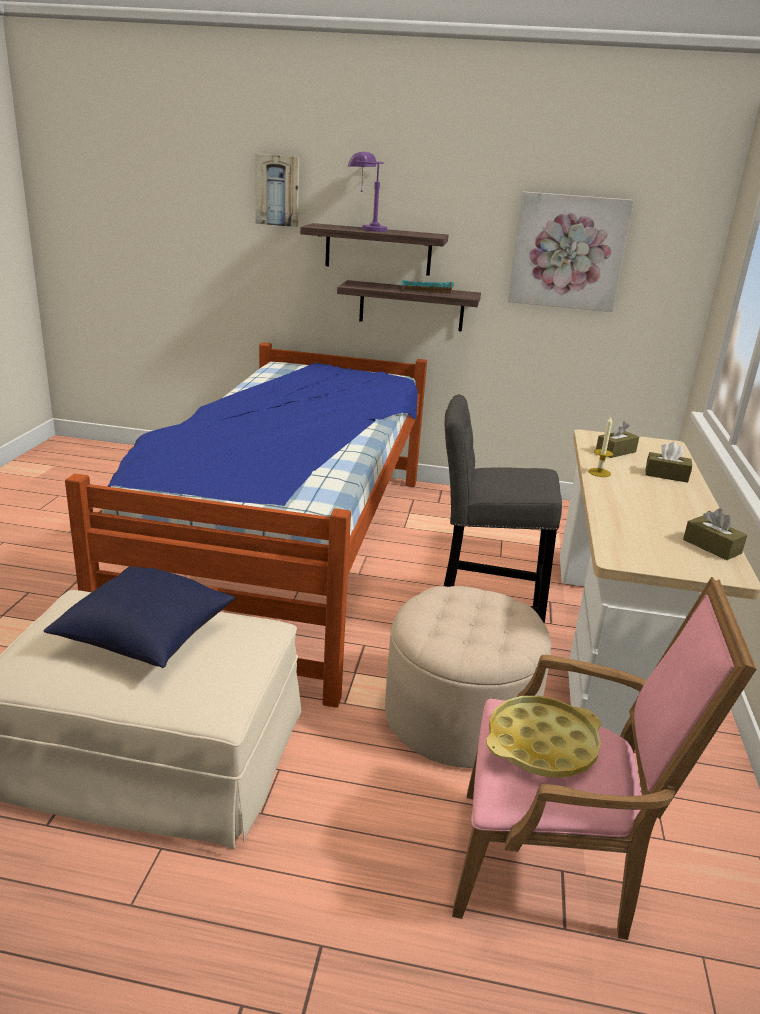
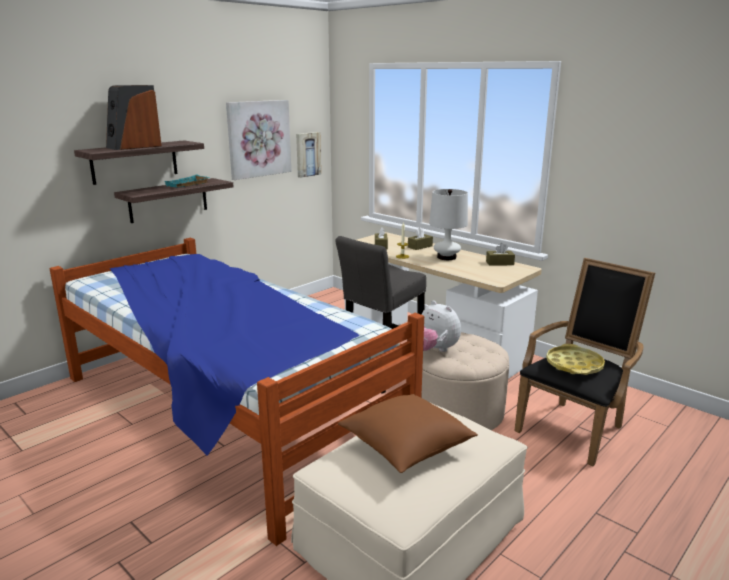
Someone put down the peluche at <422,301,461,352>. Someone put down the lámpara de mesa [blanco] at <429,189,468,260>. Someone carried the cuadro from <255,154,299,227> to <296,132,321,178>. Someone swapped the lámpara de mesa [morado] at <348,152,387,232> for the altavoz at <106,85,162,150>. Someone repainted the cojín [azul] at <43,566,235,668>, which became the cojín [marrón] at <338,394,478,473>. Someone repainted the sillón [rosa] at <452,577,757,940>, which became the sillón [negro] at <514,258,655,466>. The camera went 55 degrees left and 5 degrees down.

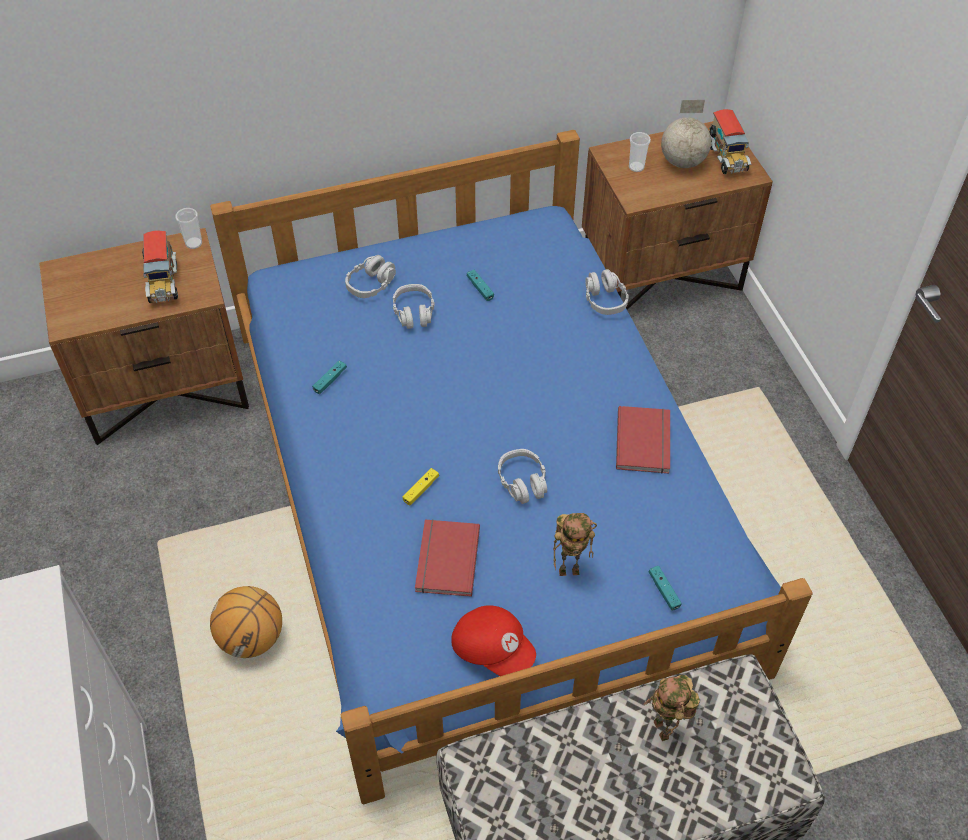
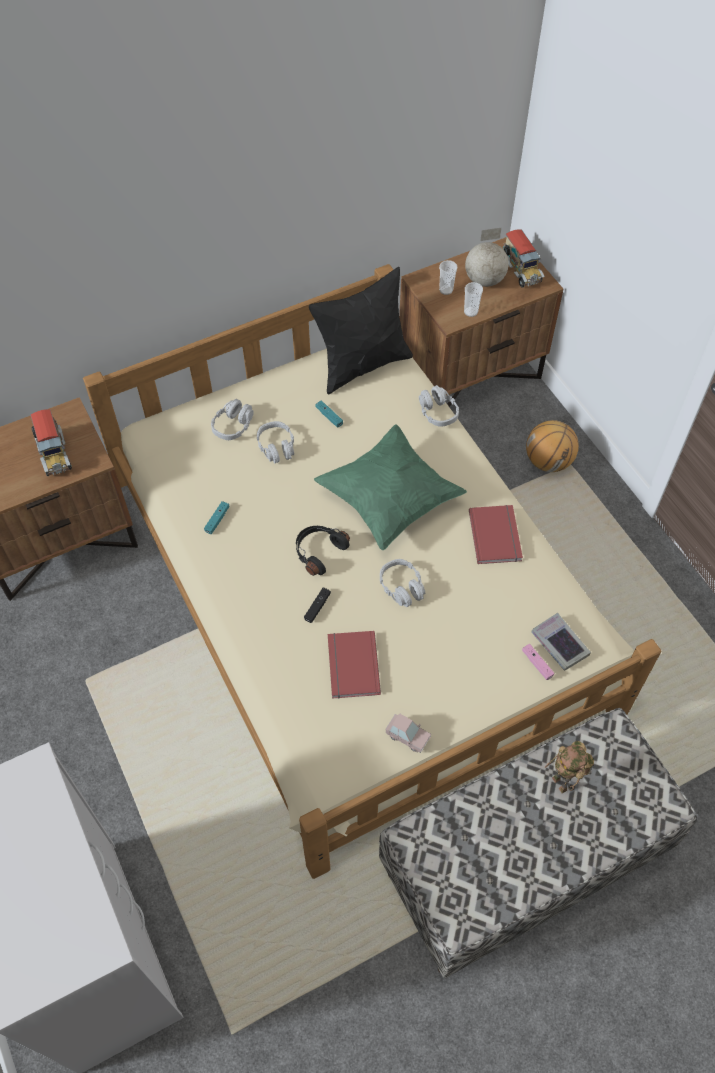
Someone took away the robot de juguete at <553,513,597,576>. Someone put down the auriculares [negro] at <296,526,350,576>. Someone put down the cojín [negro] at <309,267,413,395>. Someone put down the cojín [verde] at <314,424,467,550>. Someone put down the libro at <531,613,591,671>. Someone carried the taza from <175,208,202,249> to <464,282,483,317>. Someone carried the balón de baloncesto from <210,586,282,658> to <526,420,579,472>. Someone swapped the gorra [rojo] at <451,605,536,676> for the coche de juguete [rosa] at <385,713,431,753>. Someone repainted the cama [azul] at <210,130,813,804>, which became the cama [beis] at <83,264,662,879>. Someone repainted the mando de consola [amarillo] at <402,468,439,505>, which became the mando de consola [negro] at <304,588,331,623>. Someone repainted the mando de consola [turquesa] at <649,566,682,611>, which became the mando de consola [rosa] at <522,644,554,680>. The camera went 10 degrees left and 5 degrees up.

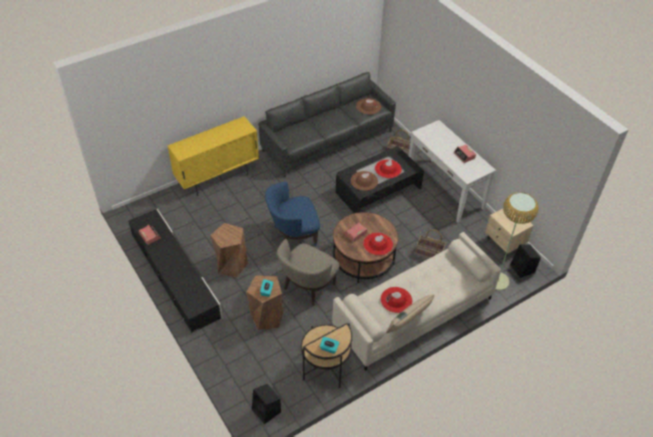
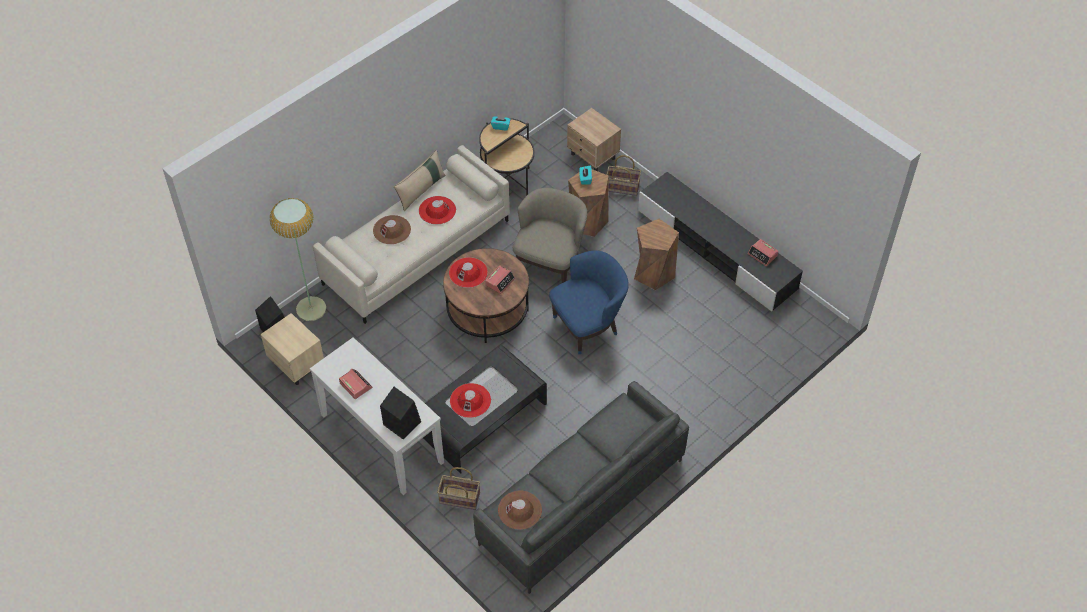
Someone took away the armario [amarillo] at <167,116,259,196>. Someone put down the mesita de noche [beis] at <567,108,621,171>. Someone carried the altavoz [negro] from <252,384,281,424> to <380,387,421,439>. Someone carried the sombrero [marrón] from <351,171,378,191> to <373,215,411,244>. Someone carried the cesta from <415,229,446,259> to <606,155,641,196>. The camera went 170 degrees right and 5 degrees up.

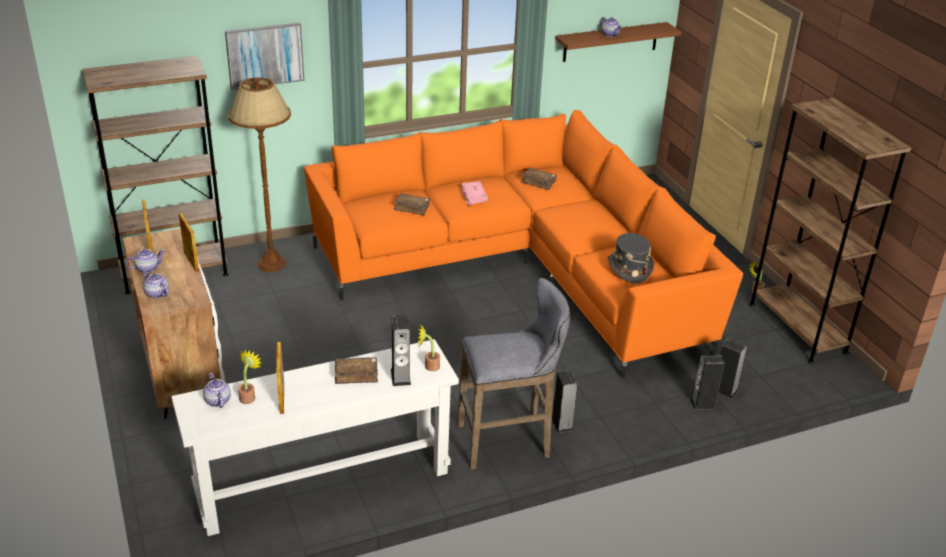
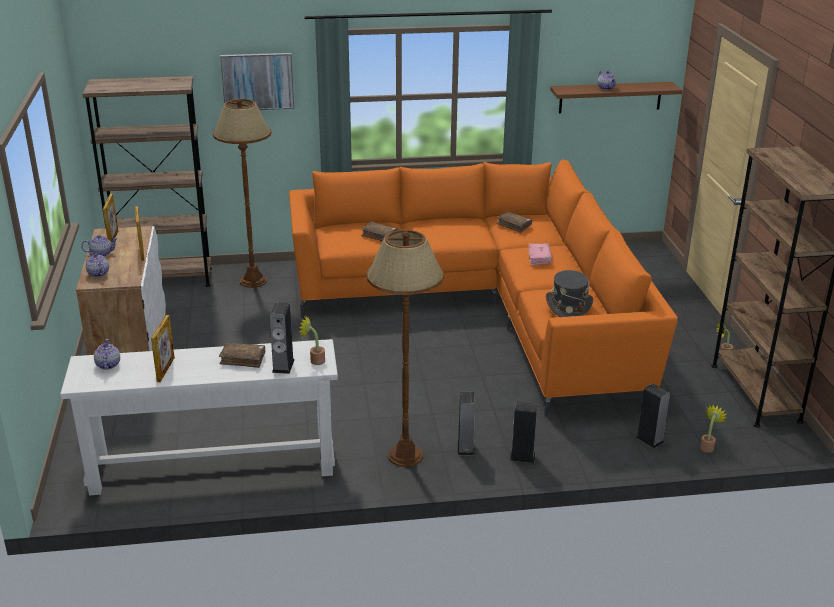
Someone carried the planta en maceta from <238,350,262,404> to <700,405,727,453>. Someone carried the libro [rosa] from <461,181,488,205> to <528,243,552,265>. Someone carried the altavoz from <690,355,724,410> to <510,402,538,463>. Someone swapped the taburete [gris] at <457,278,570,470> for the lámpara de pie [marrón] at <366,230,444,467>. The camera went 15 degrees right and 5 degrees down.

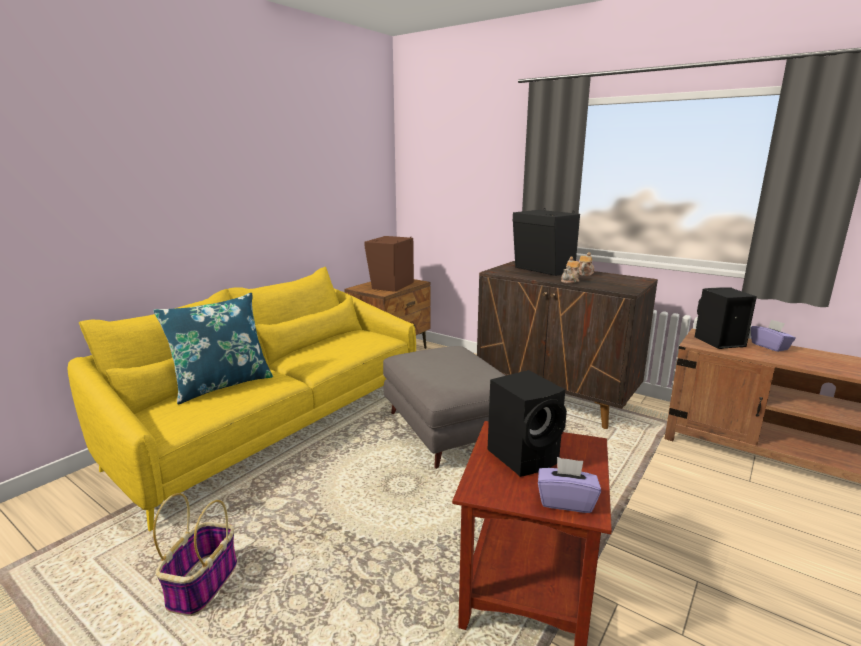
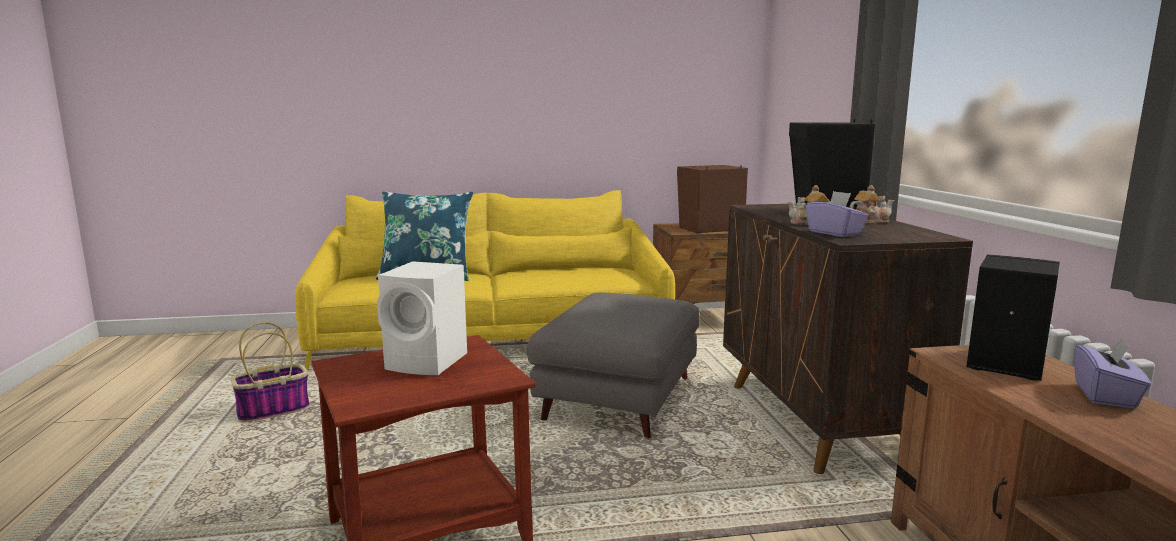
Someone carried the caja de pañuelos [morado] from <538,457,601,513> to <805,191,868,237>. Someone repainted the altavoz [negro] at <488,370,567,477>, which became the altavoz [blanco] at <377,261,467,375>. The camera went 45 degrees right and 5 degrees down.

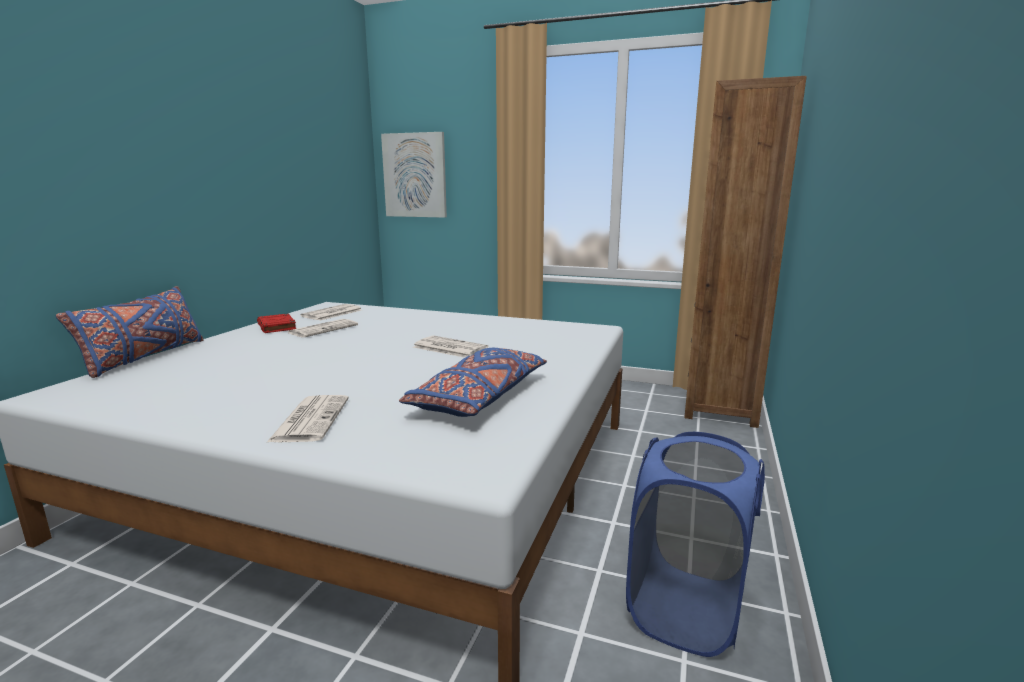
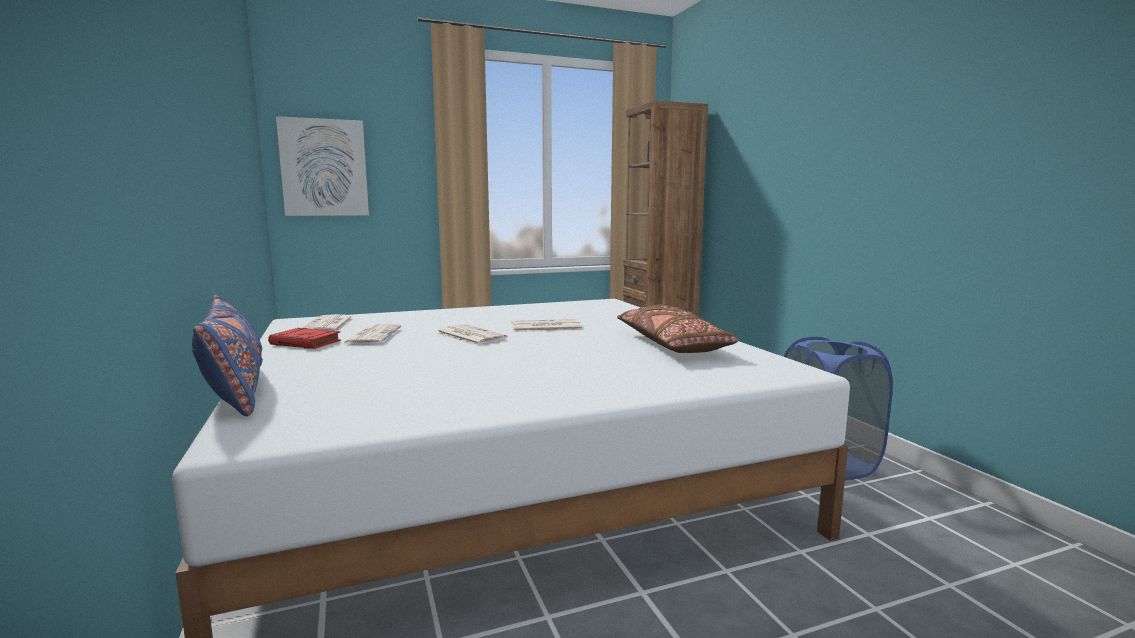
Someone carried the periódico from <266,395,349,443> to <436,324,507,346>. Someone repainted the cojín [azul] at <399,348,547,417>, which became the cojín [marrón] at <617,305,738,353>. The camera went 40 degrees left and 5 degrees down.

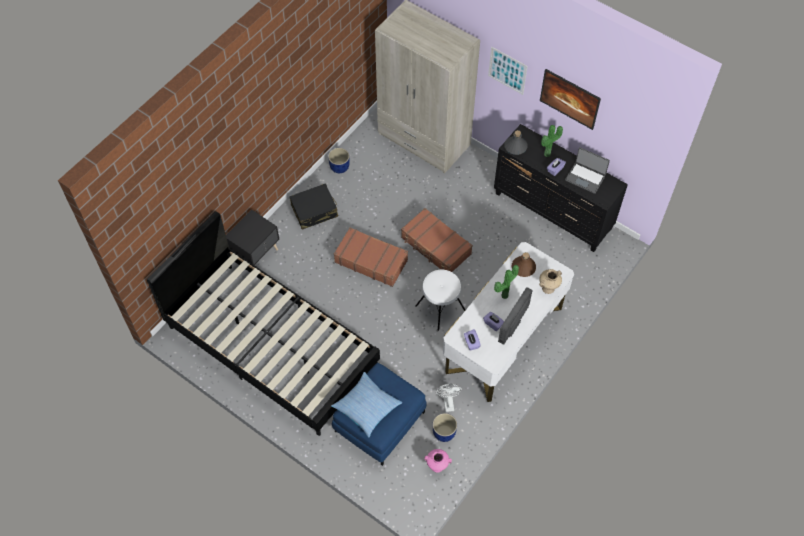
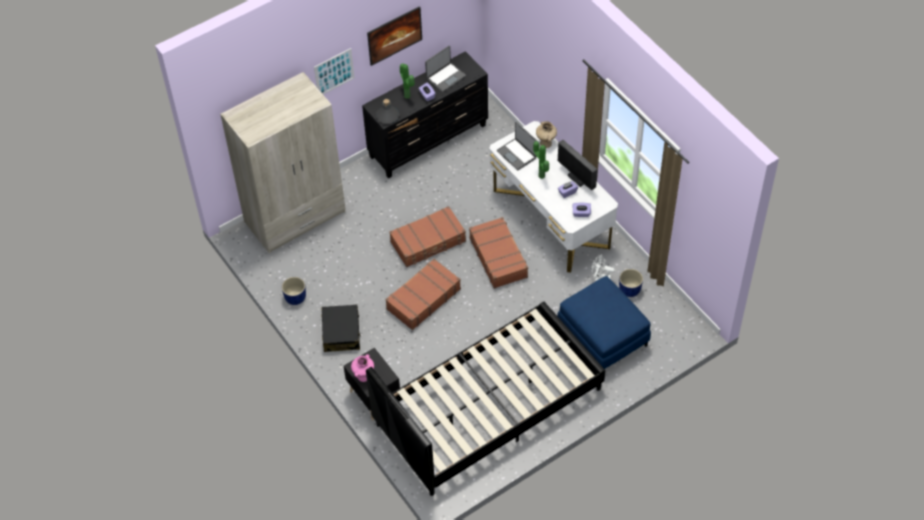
Someone took away the cojín at <331,372,402,438>. Someone carried the florero [rosa] from <424,449,452,473> to <351,354,374,382>. Someone swapped the taburete [blanco] at <415,270,465,331> for the maleta [marrón] at <469,217,528,289>. Someone swapped the botella [marrón] at <512,252,536,277> for the portátil at <497,122,538,170>. The camera went 70 degrees left and 5 degrees down.

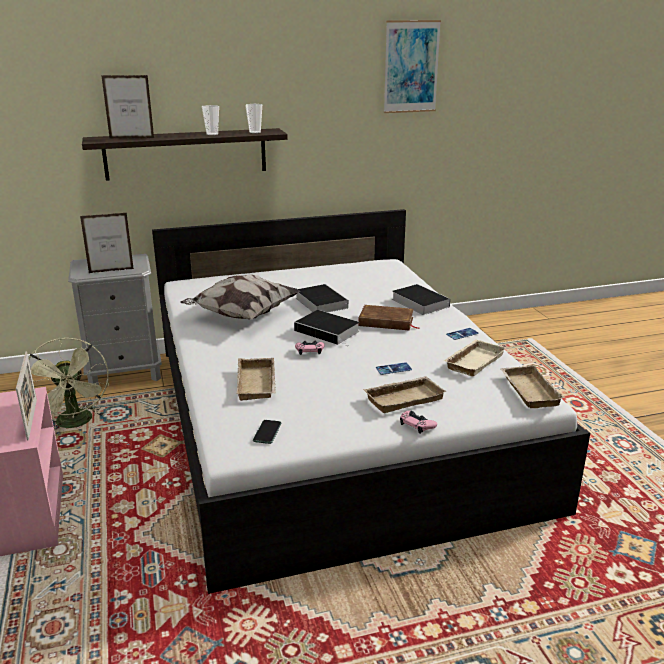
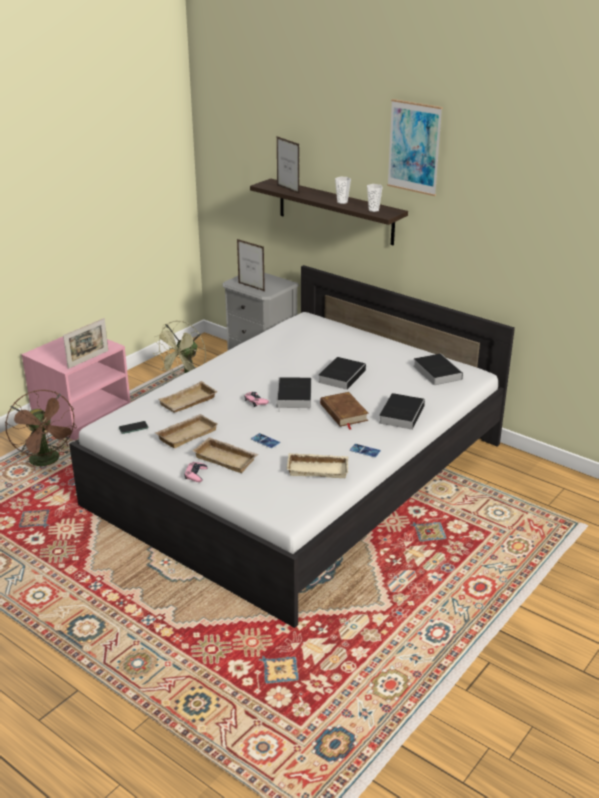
Someone took away the cojín at <180,275,300,319>. Someone put down the ventilador [marrón] at <5,390,77,472>. Someone put down the libro at <413,354,463,385>. Someone carried the cuadro from <384,20,441,113> to <387,99,442,196>. Someone carried the bandeja [beis] from <500,365,565,408> to <155,414,218,448>. The camera went 55 degrees right and 5 degrees up.

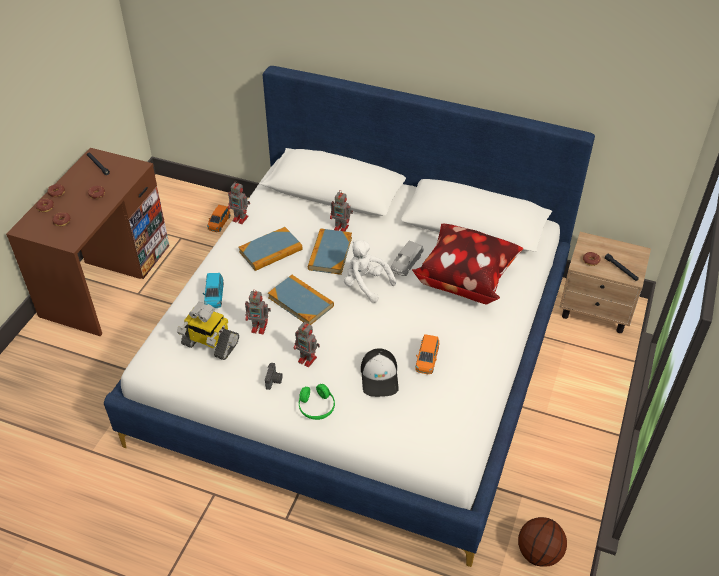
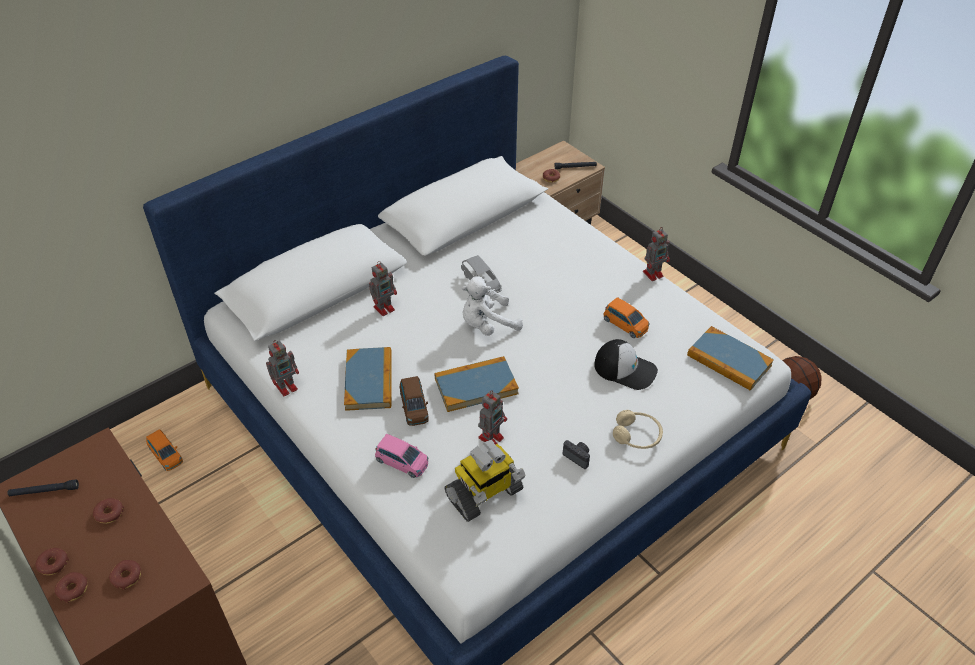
Someone took away the cojín at <411,224,523,304>. Someone put down the coche de juguete [marrón] at <400,376,429,426>. Someone carried the robot de juguete from <294,322,320,367> to <643,228,670,281>. Someone carried the libro from <308,228,352,275> to <687,326,774,391>. Someone repainted the coche de juguete [azul] at <203,273,224,308>, which became the coche de juguete [rosa] at <375,434,429,478>. Someone repainted the auriculares [verde] at <299,384,335,420>, which became the auriculares [beis] at <613,410,663,449>. The camera went 60 degrees left and 0 degrees up.

